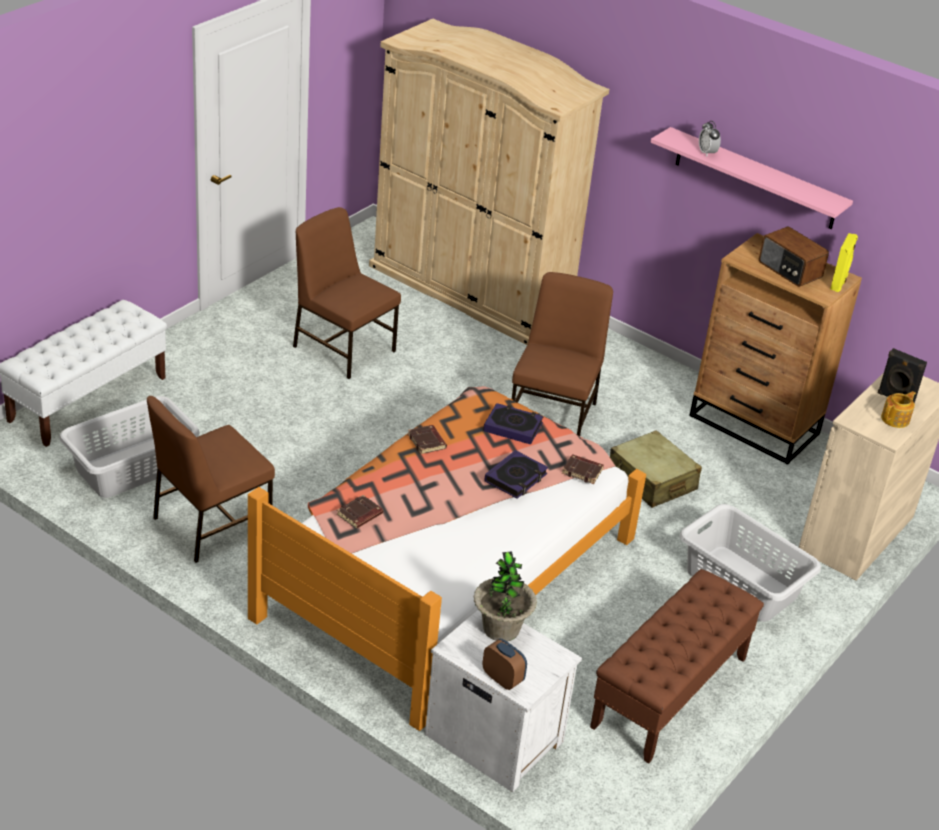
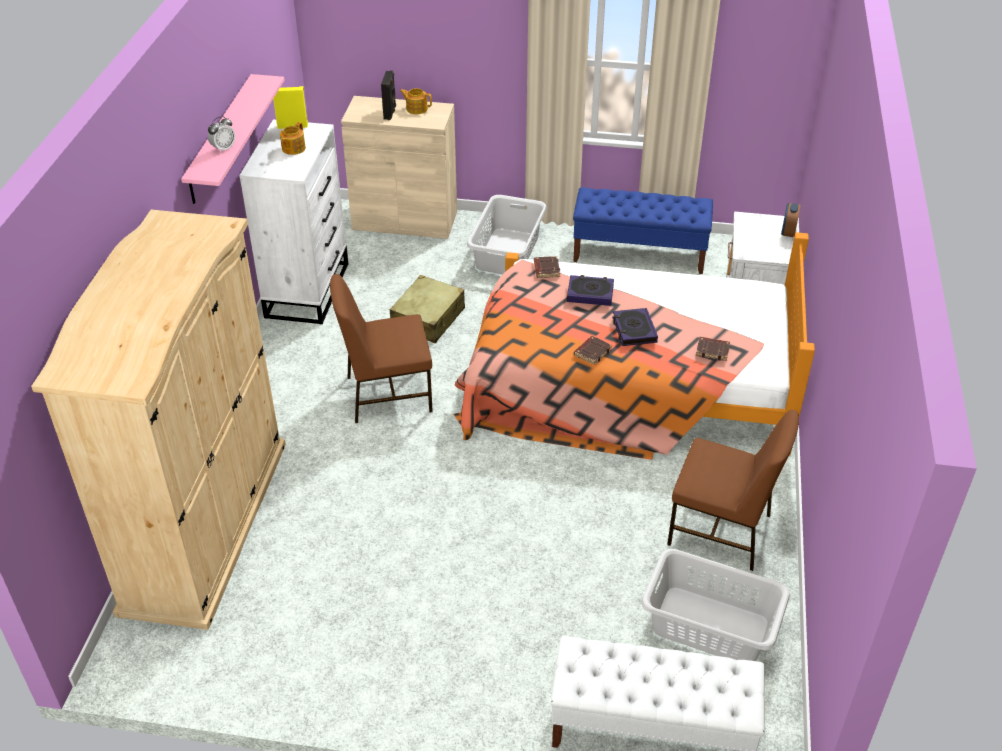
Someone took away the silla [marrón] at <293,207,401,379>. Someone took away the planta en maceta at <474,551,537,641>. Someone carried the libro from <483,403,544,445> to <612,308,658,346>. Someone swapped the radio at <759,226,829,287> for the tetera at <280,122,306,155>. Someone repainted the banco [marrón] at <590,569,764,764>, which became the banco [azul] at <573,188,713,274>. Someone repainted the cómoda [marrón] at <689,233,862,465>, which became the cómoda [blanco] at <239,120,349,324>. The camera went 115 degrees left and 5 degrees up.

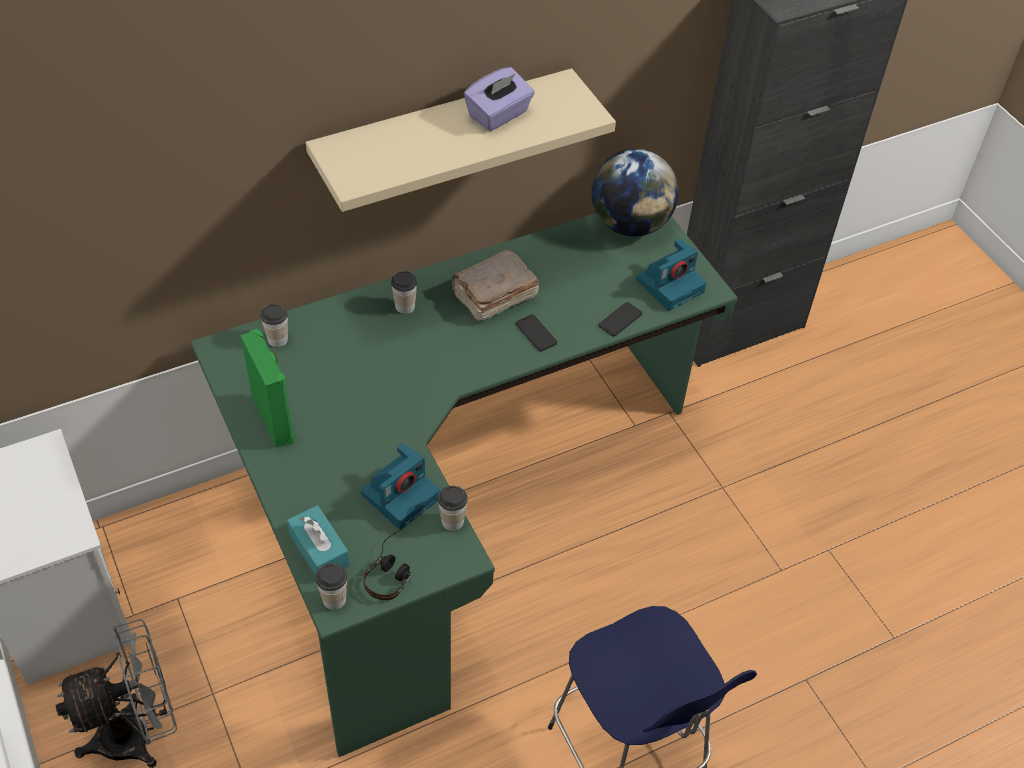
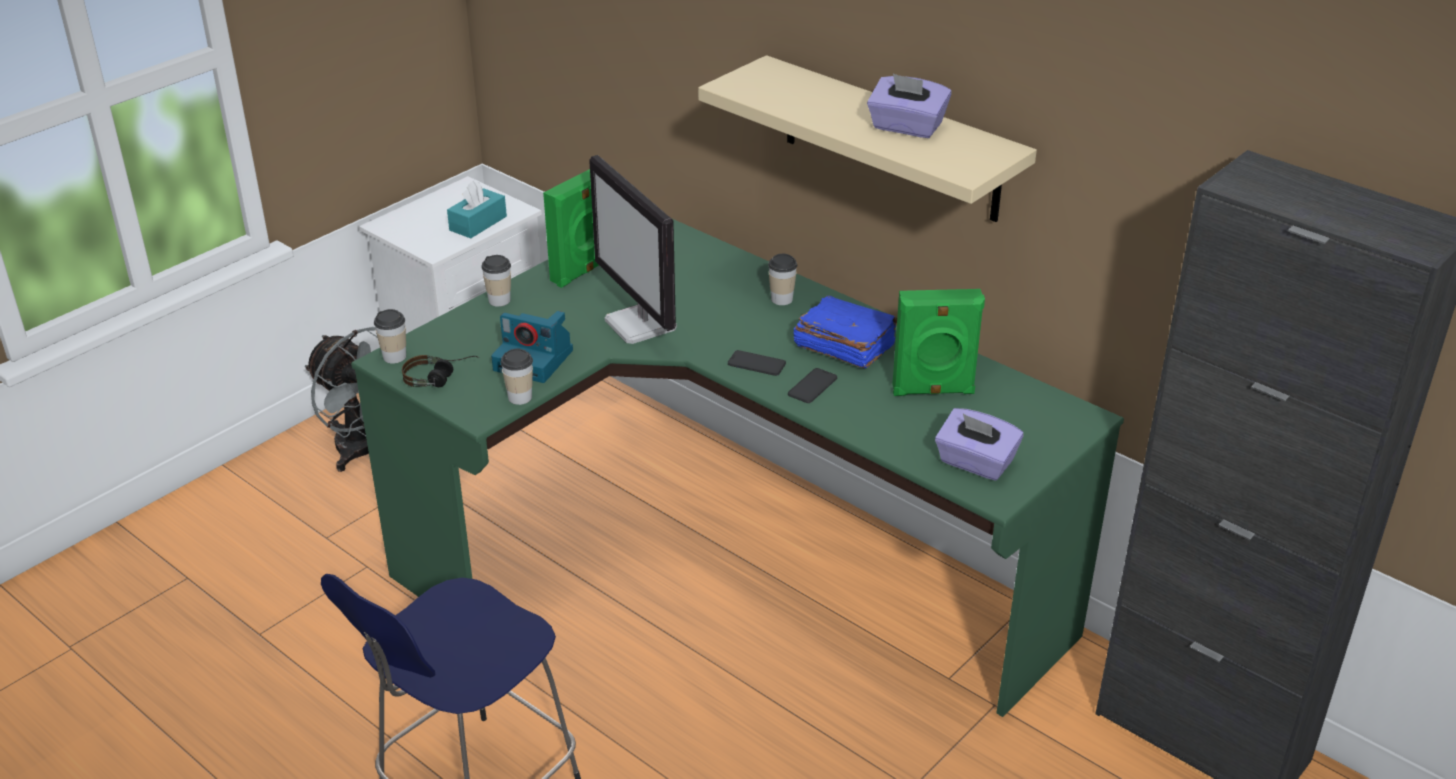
Someone took away the globo terráqueo at <592,149,679,237>. Someone put down the monitor at <589,155,677,344>. Someone put down the altavoz [verde] at <892,289,985,396>. Someone carried the taza from <261,304,288,347> to <481,255,511,307>. Someone carried the caja de pañuelos [turquesa] from <287,505,350,576> to <447,181,507,238>. Someone carried the móvil from <599,302,642,336> to <728,350,786,376>. Someone swapped the cámara at <637,238,707,311> for the caja de pañuelos [morado] at <935,408,1023,481>. Someone repainted the libro [marrón] at <451,249,539,322>, which became the libro [azul] at <793,296,897,368>. The camera went 70 degrees right and 15 degrees down.

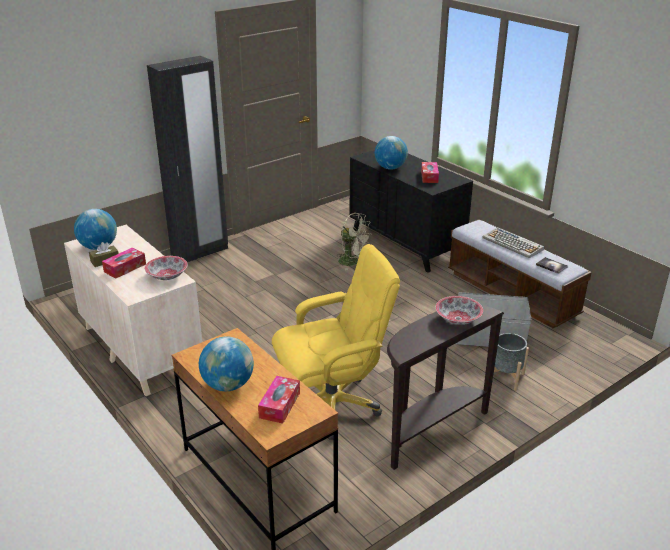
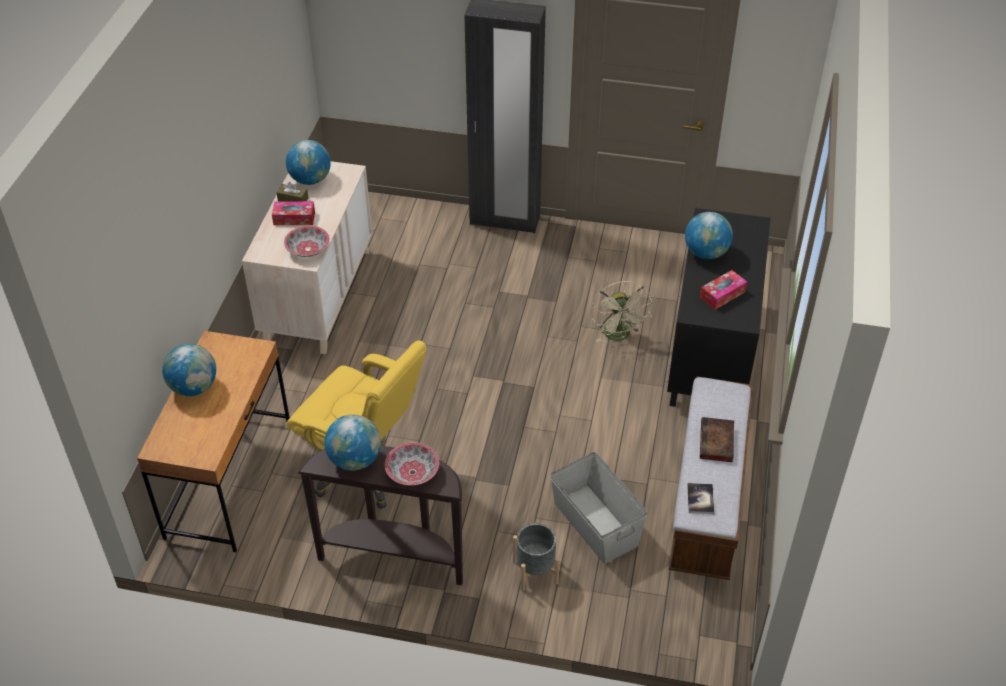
Someone took away the caja de pañuelos at <258,376,300,424>. Someone put down the globo terráqueo at <324,414,381,471>. Someone swapped the teclado at <483,227,544,258> for the libro at <700,417,734,462>. The camera went 50 degrees right and 15 degrees up.

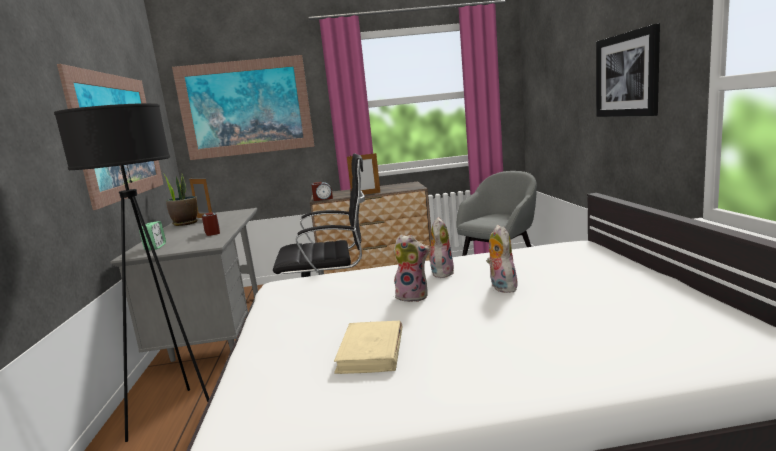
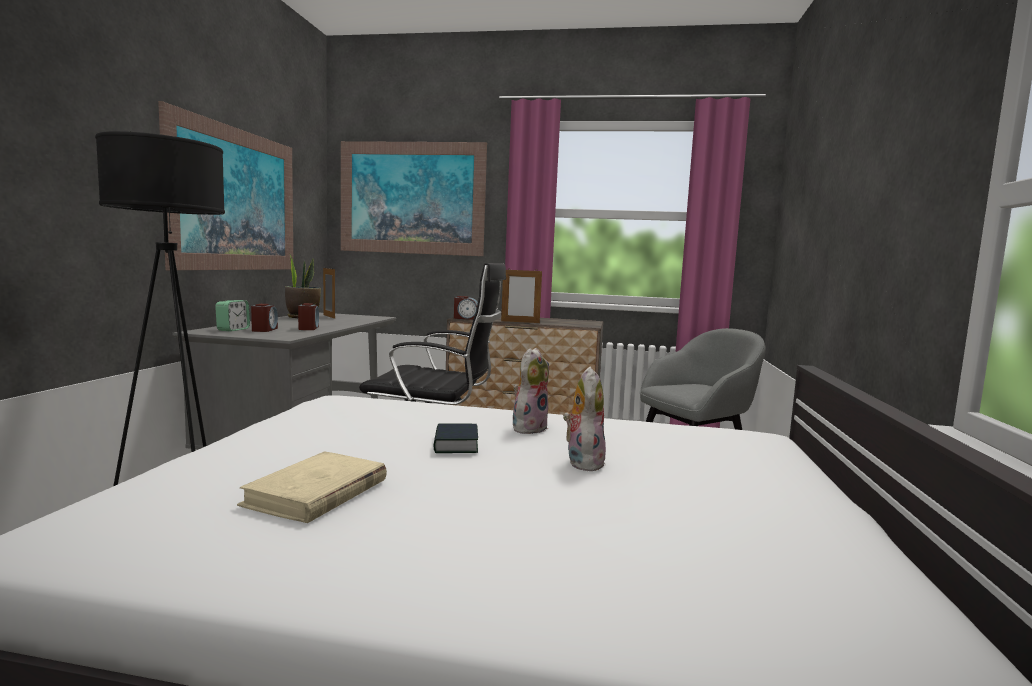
Someone took away the cuadro at <596,23,660,117>. Someone put down the despertador at <251,304,278,332>. Someone swapped the peluche at <394,234,430,302> for the libro at <433,424,478,453>. The camera went 15 degrees right and 5 degrees down.

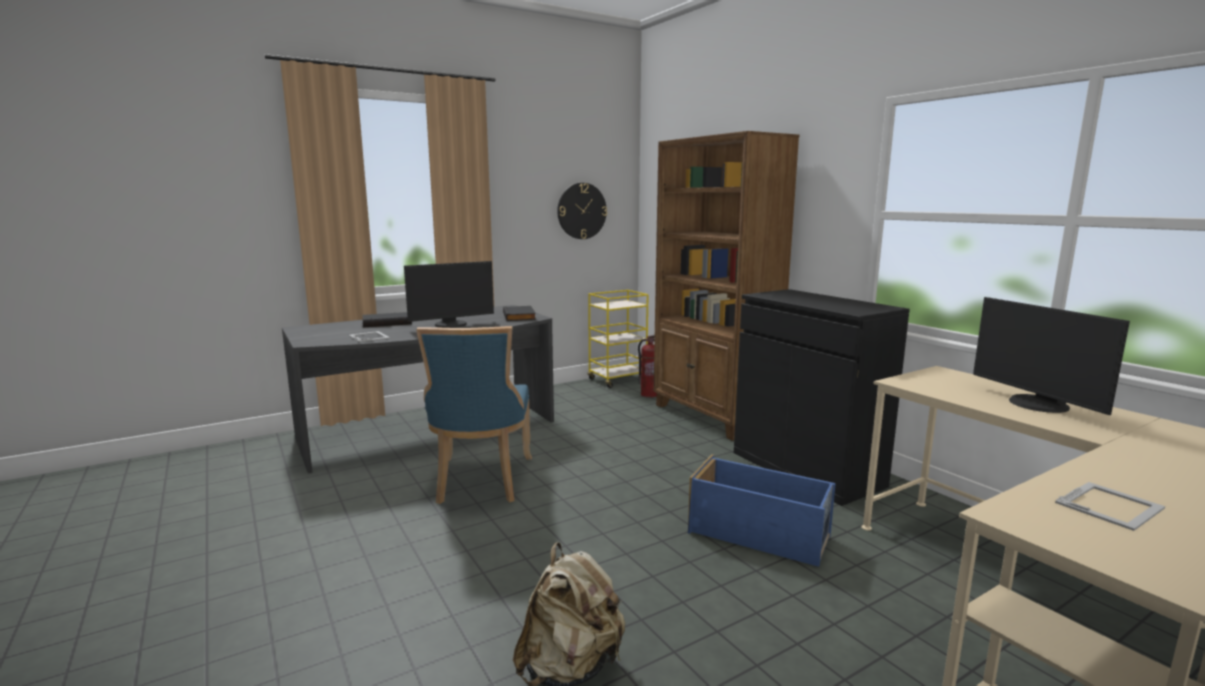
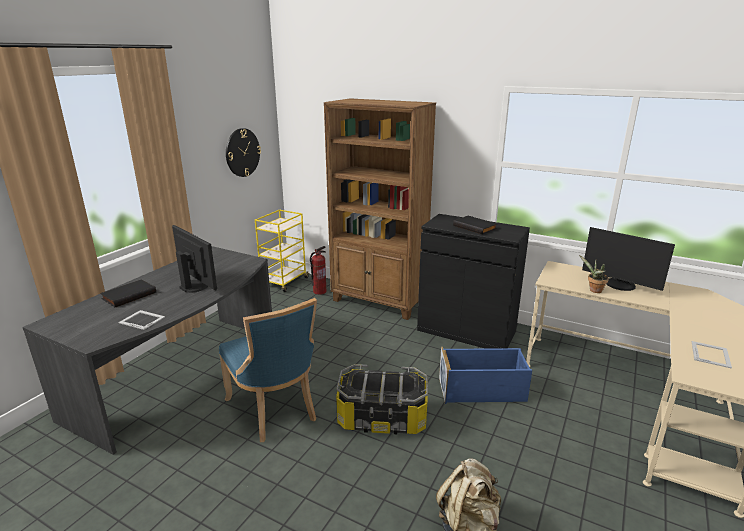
Someone put down the caja de almacenaje at <336,364,428,434>. Someone put down the planta en maceta at <579,255,609,293>. Someone carried the libro [negro] from <503,306,536,321> to <453,216,497,234>. Someone rotated the monitor at <404,261,494,328> by 75 degrees counterclockwise. The camera went 30 degrees left and 10 degrees up.

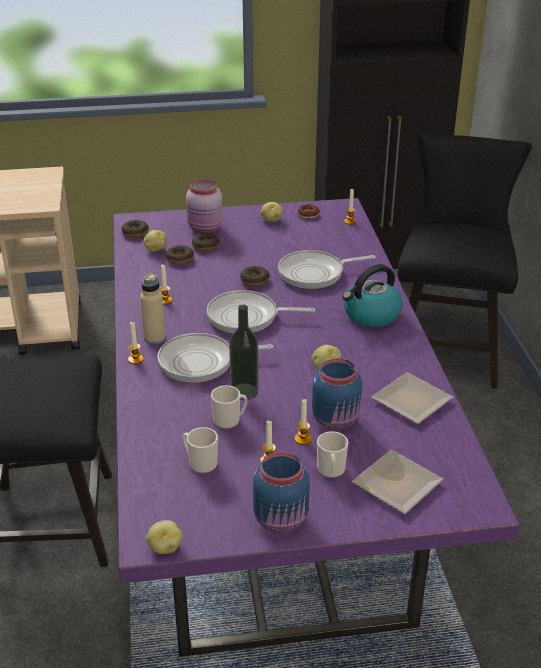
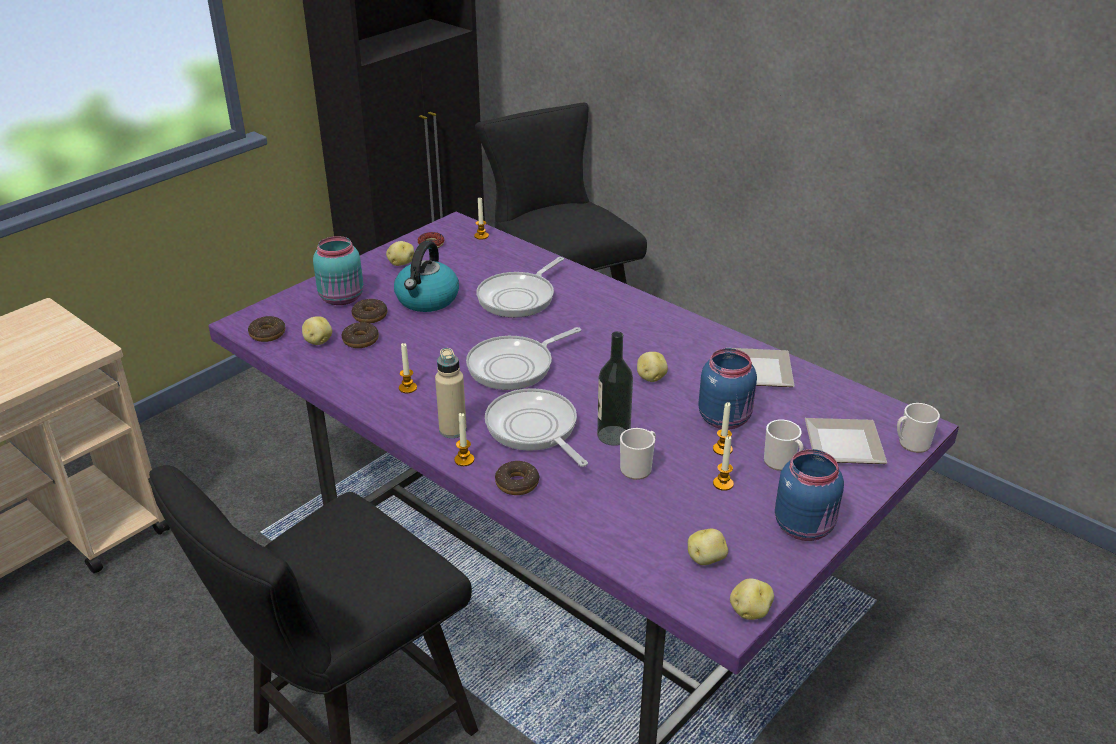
Someone put down the patata at <688,529,728,565>. Someone carried the taza grande from <183,427,218,473> to <897,403,940,453>. Someone carried the rosquilla from <240,266,270,287> to <495,461,539,495>. Someone carried the hervidor from <342,264,403,327> to <394,241,459,312>. Someone repainted the tarro [rosa] at <186,179,223,233>, which became the tarro [turquesa] at <313,236,363,305>. Someone rotated the sartén at <157,333,273,383> by 105 degrees clockwise. The camera went 40 degrees left and 0 degrees up.

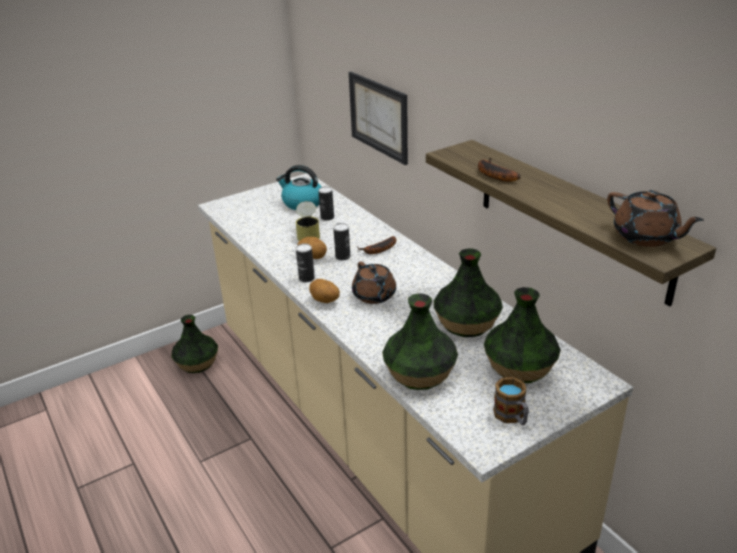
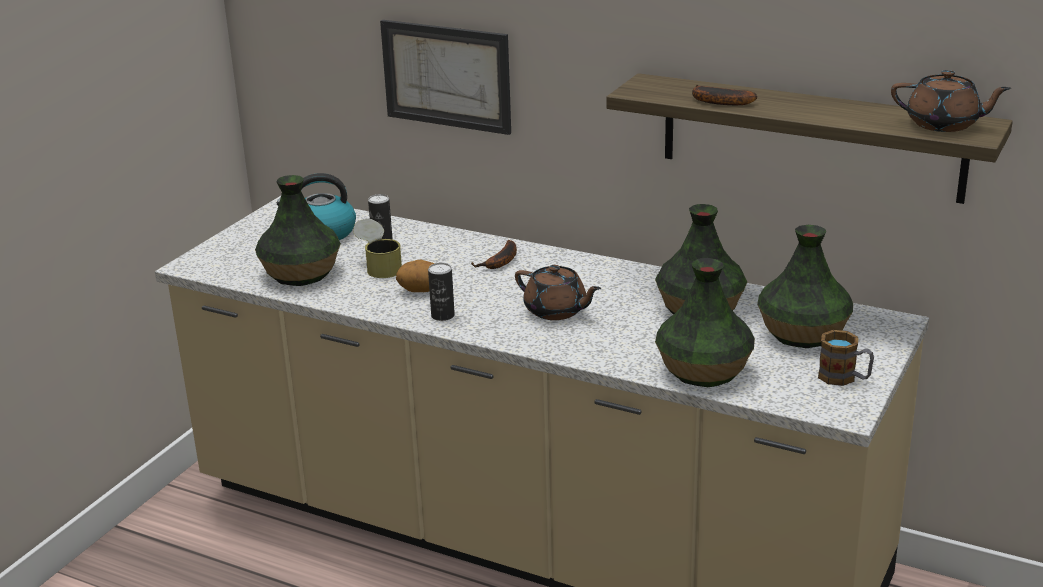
Someone took away the patata at <309,279,340,303>. Someone took away the lata at <333,223,350,260>. Someone carried the florero from <171,315,218,373> to <255,175,341,286>. The camera went 30 degrees left and 5 degrees down.

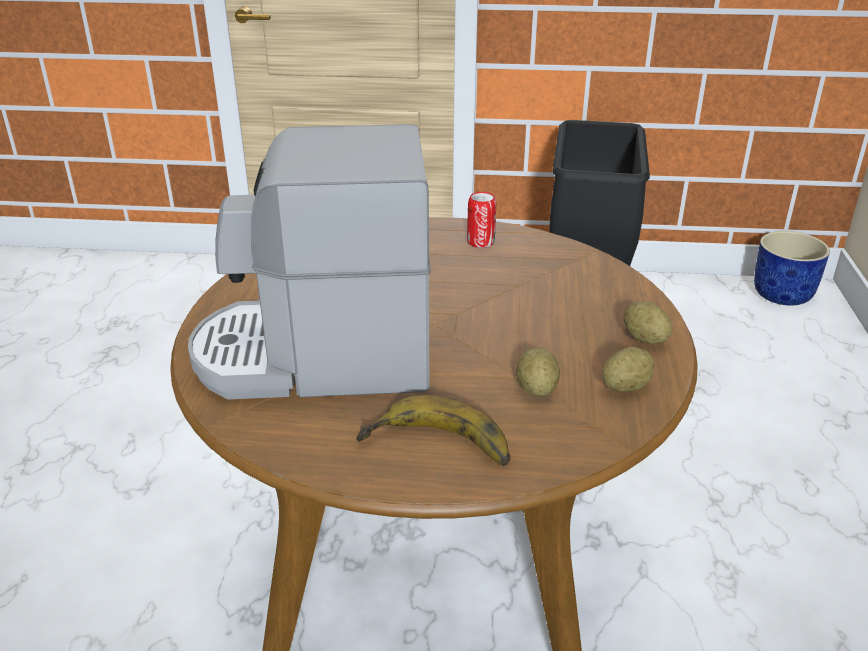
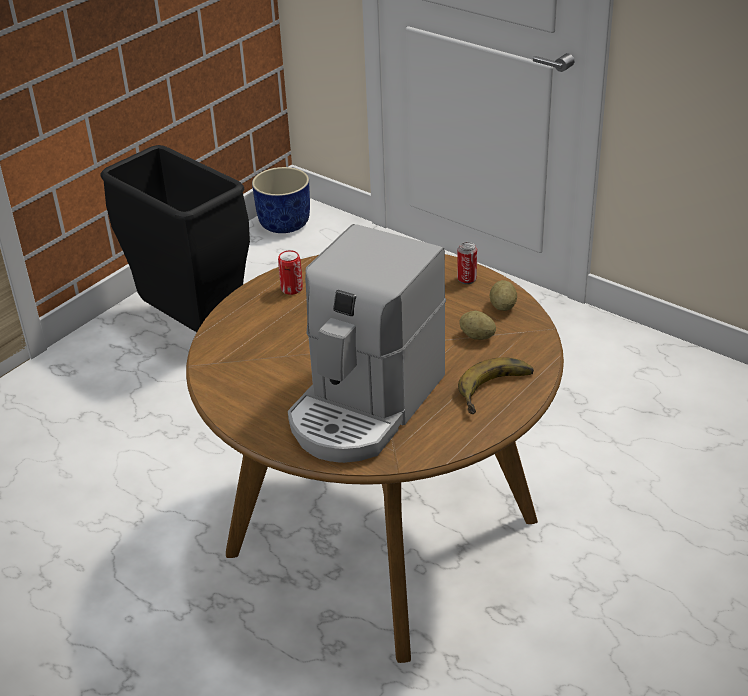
Someone swapped the patata at <624,301,672,344> for the lata at <457,242,477,284>. The camera went 55 degrees left and 5 degrees up.

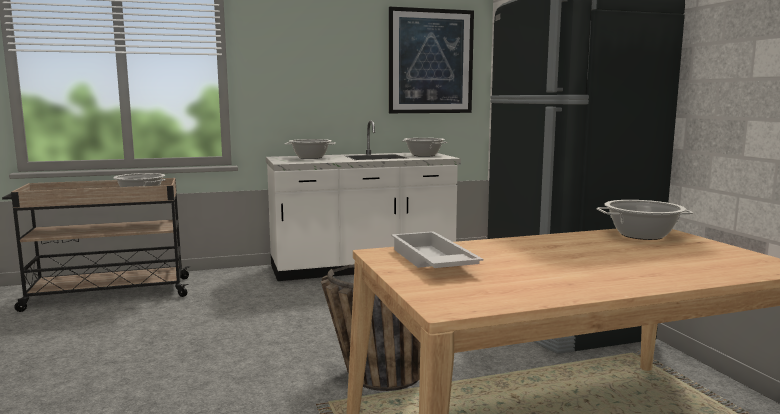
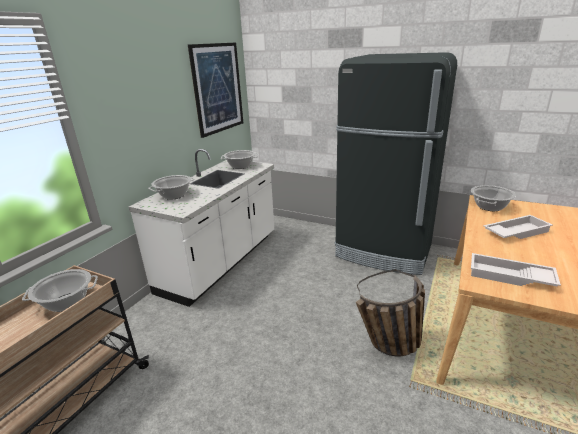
Someone put down the bandeja [blanco] at <483,215,553,239>. The camera went 45 degrees left and 15 degrees up.

